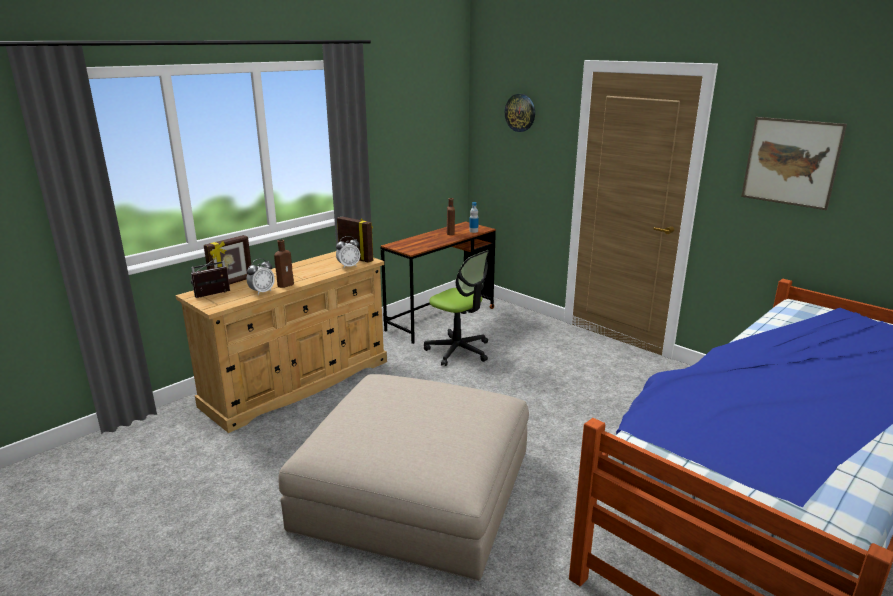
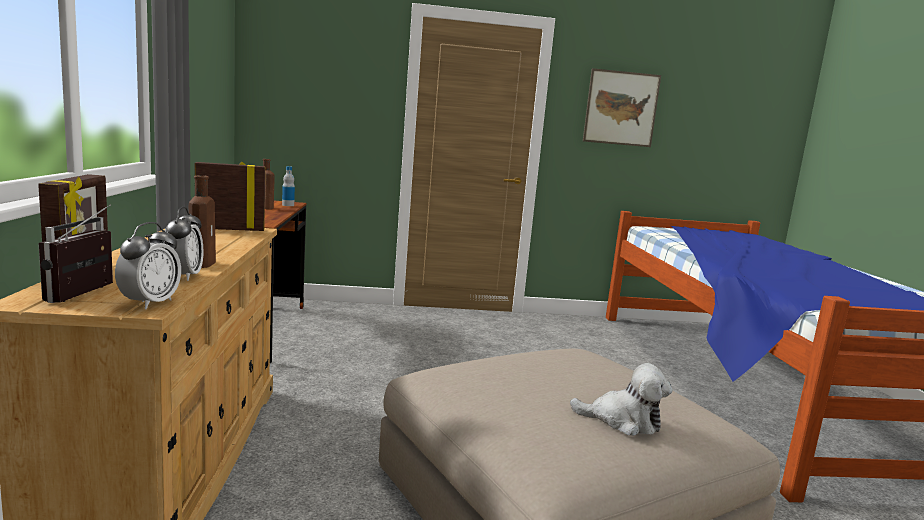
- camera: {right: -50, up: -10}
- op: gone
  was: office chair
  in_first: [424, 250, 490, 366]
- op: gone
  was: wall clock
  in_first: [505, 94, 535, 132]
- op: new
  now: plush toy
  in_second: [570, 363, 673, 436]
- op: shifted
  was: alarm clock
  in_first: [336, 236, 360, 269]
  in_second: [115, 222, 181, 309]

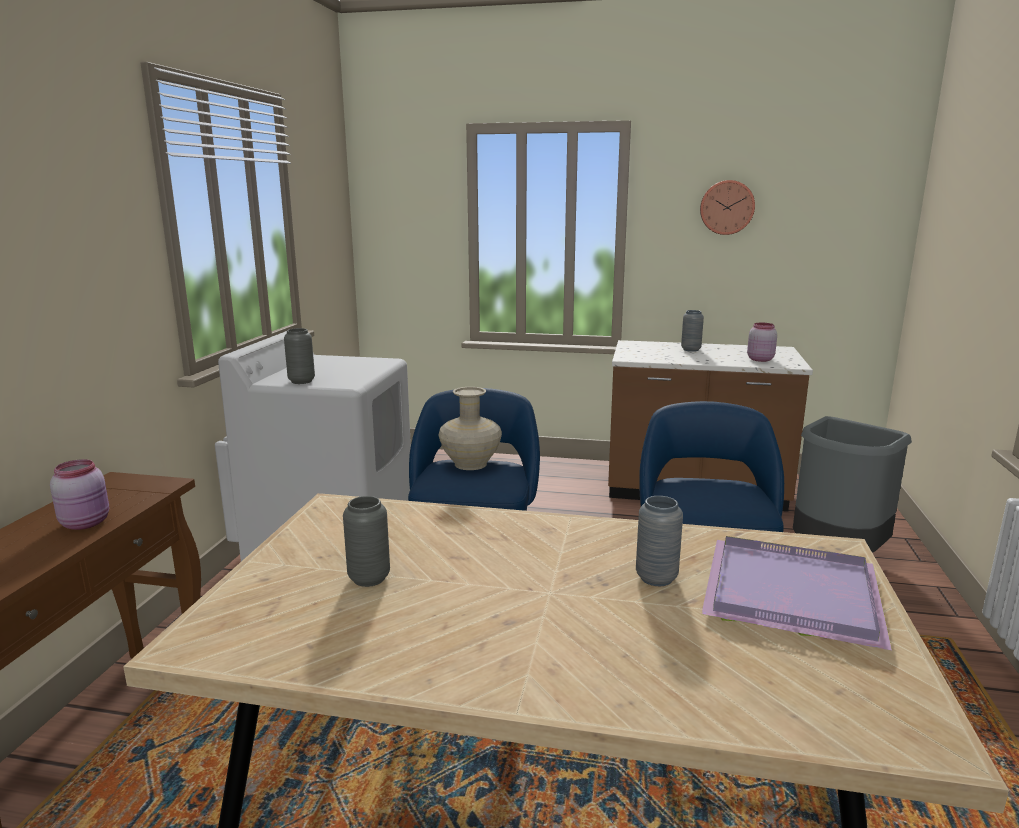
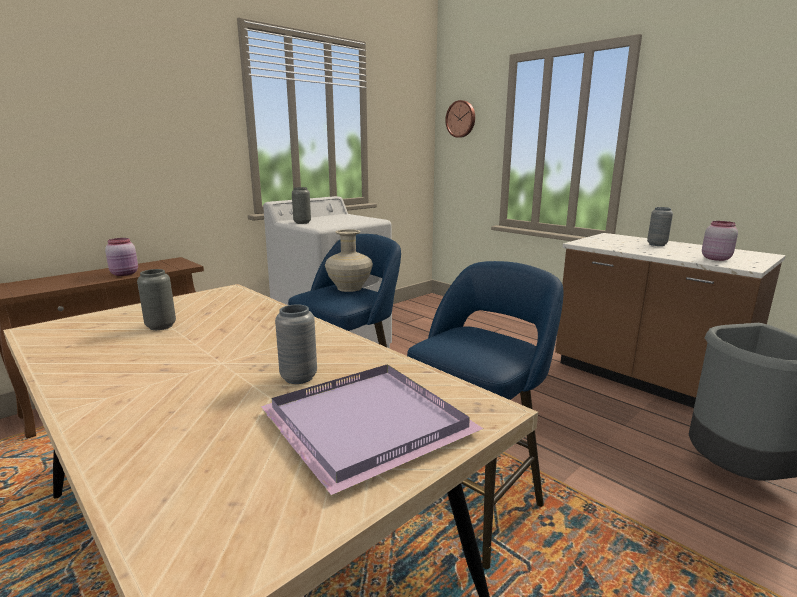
- camera: {right: 35, up: 0}
- op: shifted
  was: wall clock
  in_first: [700, 180, 755, 235]
  in_second: [445, 100, 475, 138]

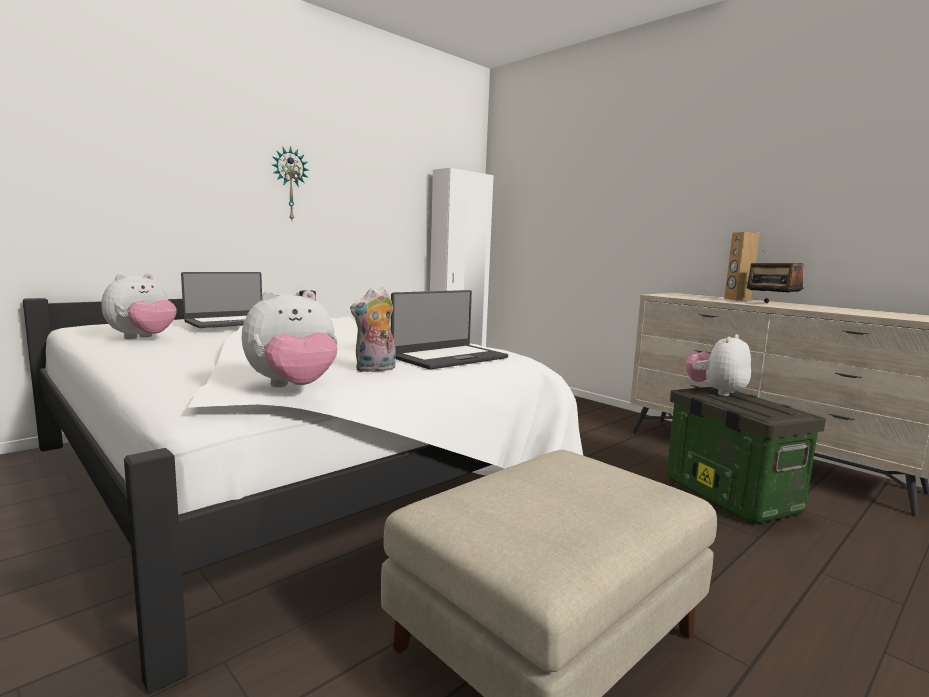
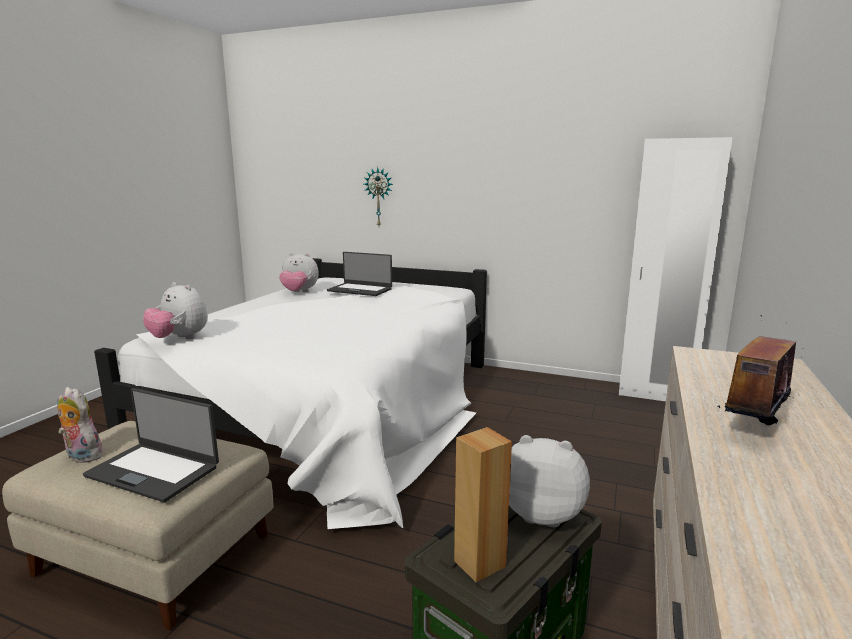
- camera: {right: 65, up: 5}
- op: shifted
  was: wall clock
  in_first: [272, 146, 309, 220]
  in_second: [364, 167, 393, 226]
- op: shifted
  was: plush toy
  in_first: [350, 287, 396, 372]
  in_second: [57, 387, 103, 463]
- op: shifted
  was: laptop
  in_first: [391, 290, 508, 370]
  in_second: [83, 388, 219, 502]
- op: shifted
  was: speaker/brown
  in_first: [724, 232, 760, 301]
  in_second: [454, 427, 512, 582]

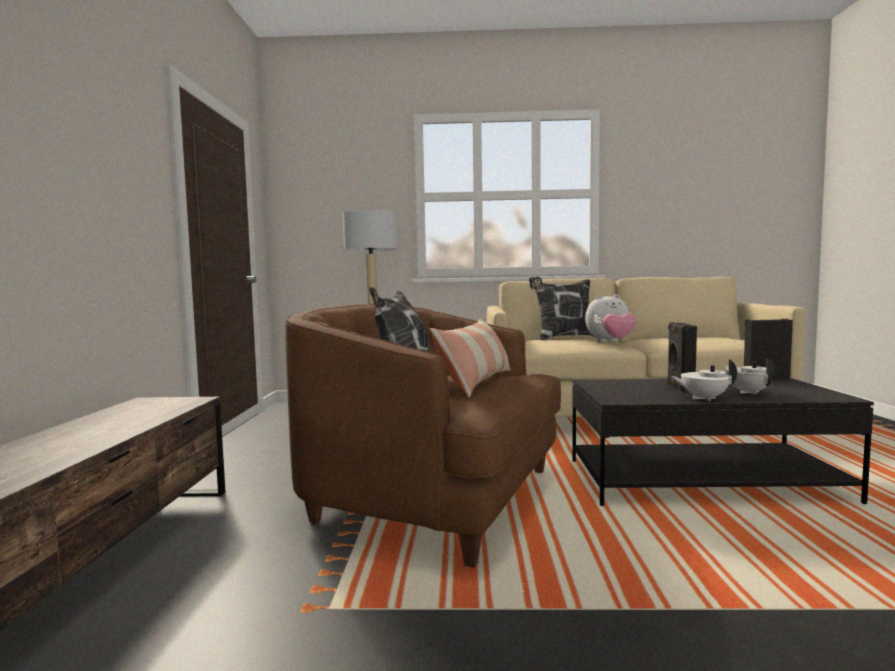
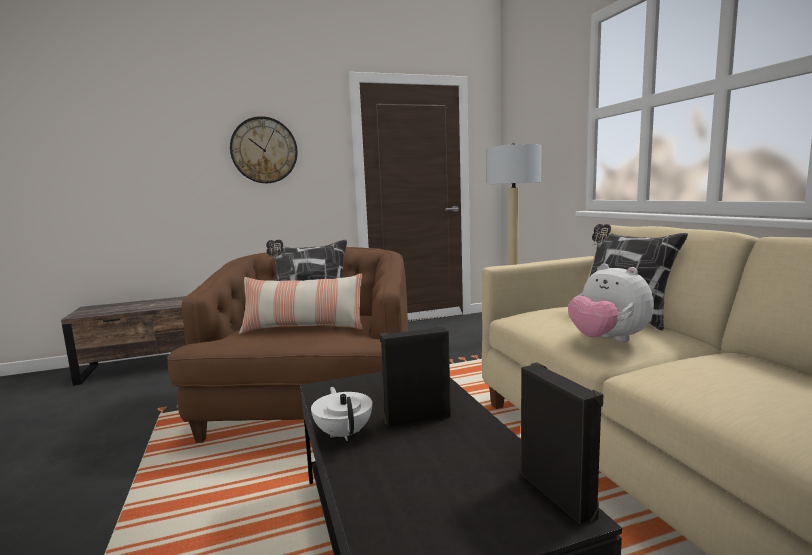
- camera: {right: 70, up: 5}
- op: gone
  was: teapot/white
  in_first: [725, 358, 774, 395]
- op: new
  now: wall clock
  in_second: [230, 116, 298, 183]

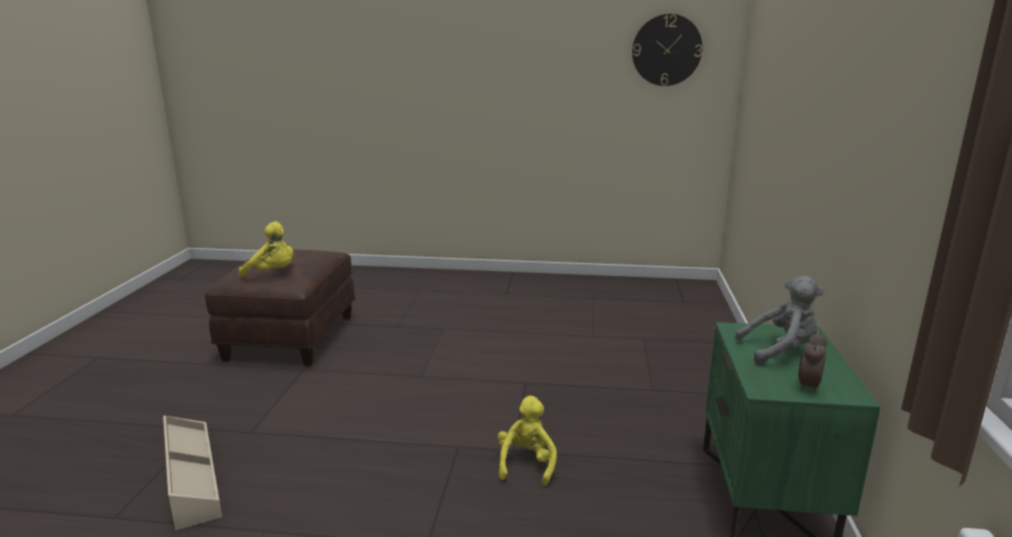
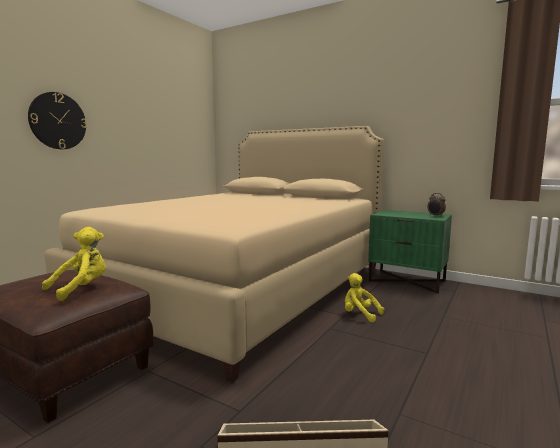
- camera: {right: -65, up: -10}
- op: gone
  was: plush toy/grey
  in_first: [735, 276, 824, 365]
- op: new
  now: bed/beige
  in_second: [45, 126, 384, 382]
- op: shifted
  was: wall clock
  in_first: [632, 14, 703, 86]
  in_second: [28, 92, 87, 149]

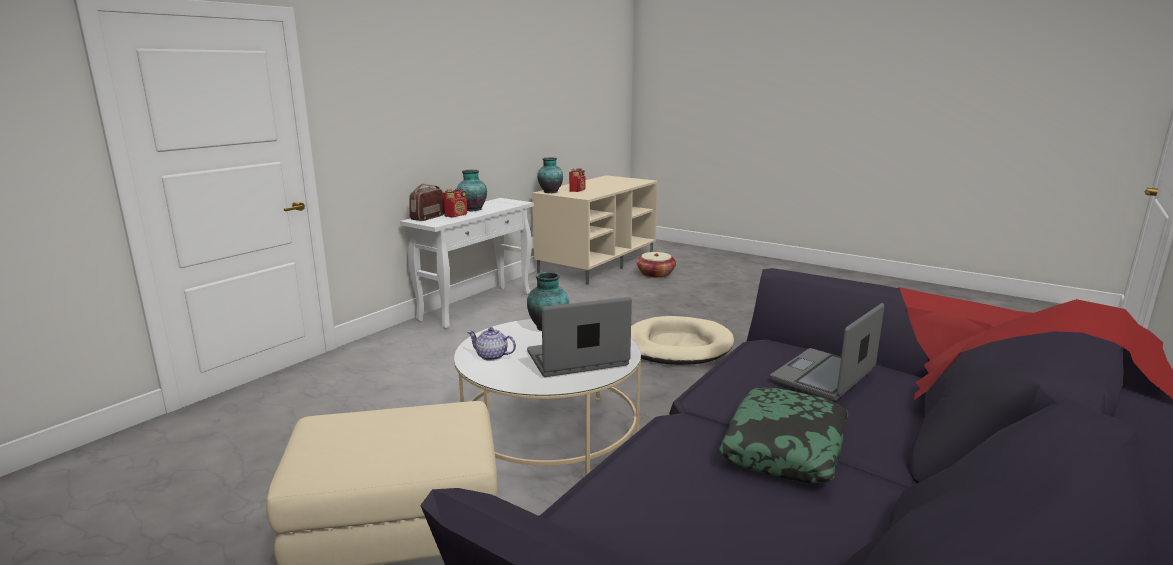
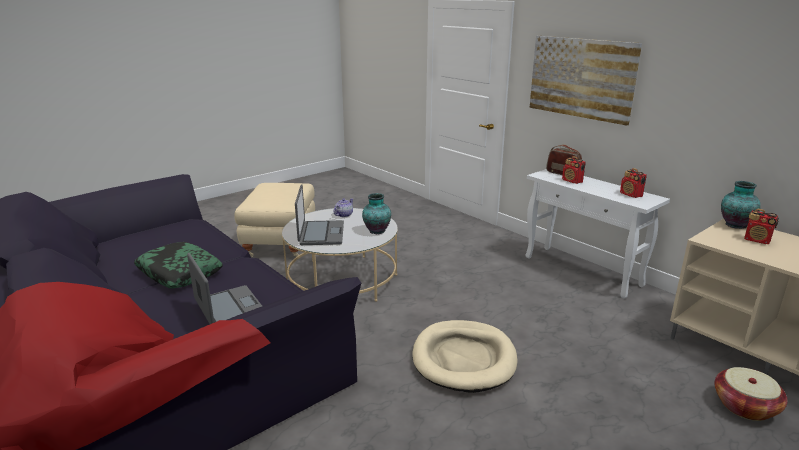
- camera: {right: 105, up: 5}
- op: gone
  was: vase
  in_first: [457, 170, 487, 211]
- op: new
  now: picture
  in_second: [530, 36, 642, 126]
- op: new
  now: radio
  in_second: [620, 168, 647, 198]

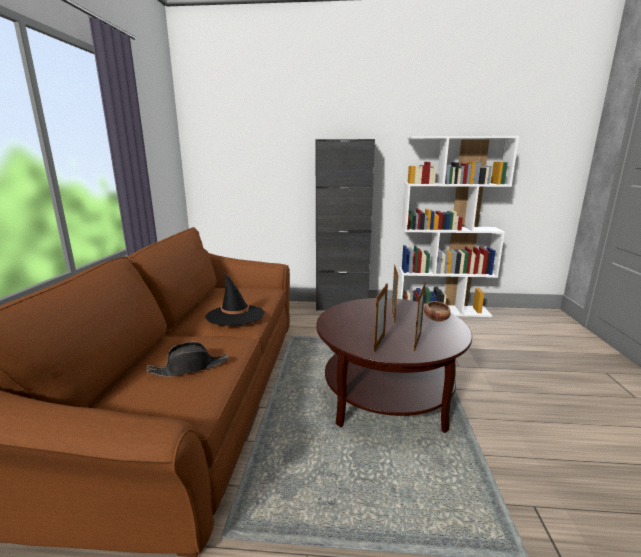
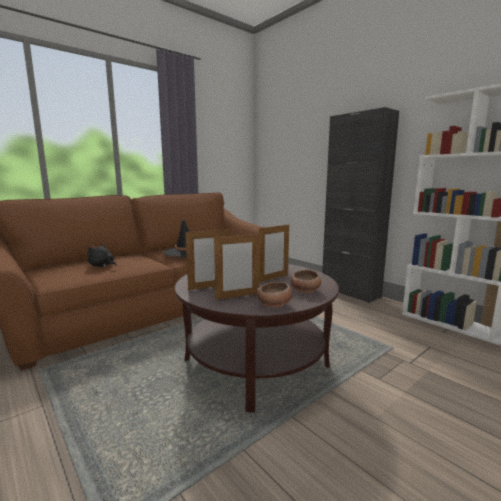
- camera: {right: 45, up: -5}
- op: new
  now: bowl
  in_second: [257, 282, 293, 308]
- op: swapped
  was: hat/black
  now: plush toy/black
  in_first: [147, 342, 229, 377]
  in_second: [88, 244, 117, 267]

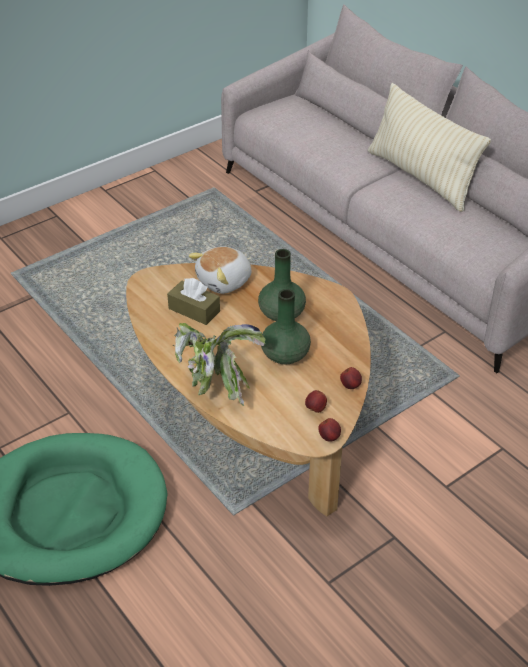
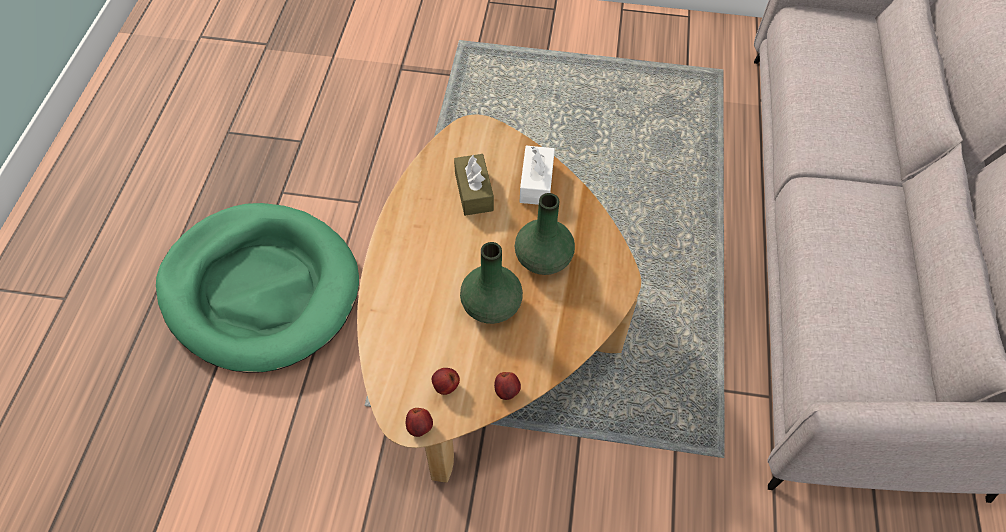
- camera: {right: 45, up: 15}
- op: gone
  was: potted plant
  in_first: [173, 323, 266, 406]
- op: gone
  was: pillow/beige
  in_first: [368, 83, 491, 212]
- op: swapped
  was: plush toy
  now: tissue box/white
  in_first: [188, 247, 251, 294]
  in_second: [520, 146, 555, 205]

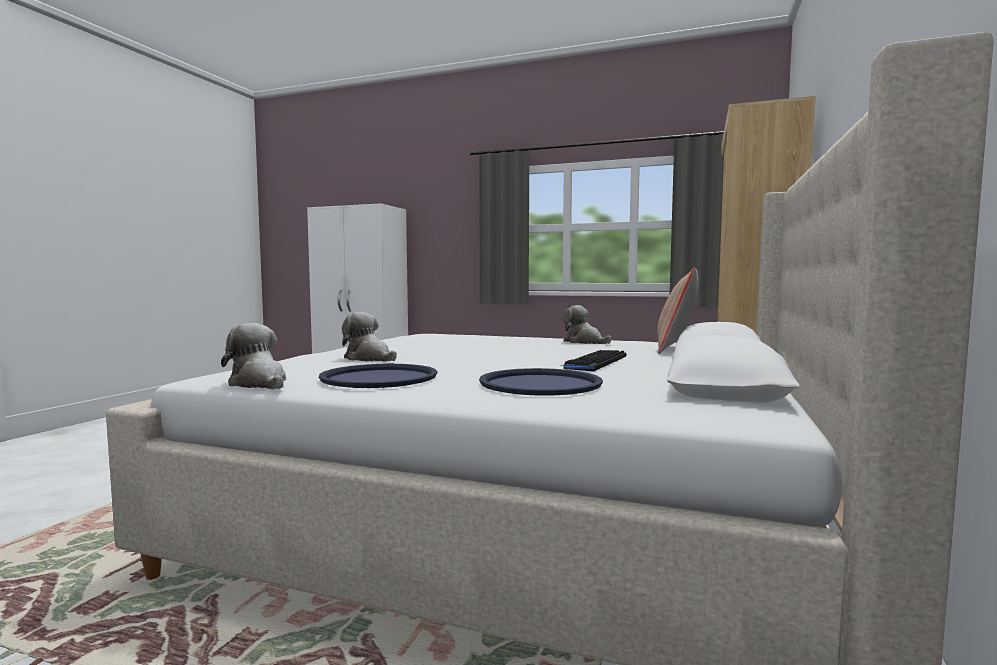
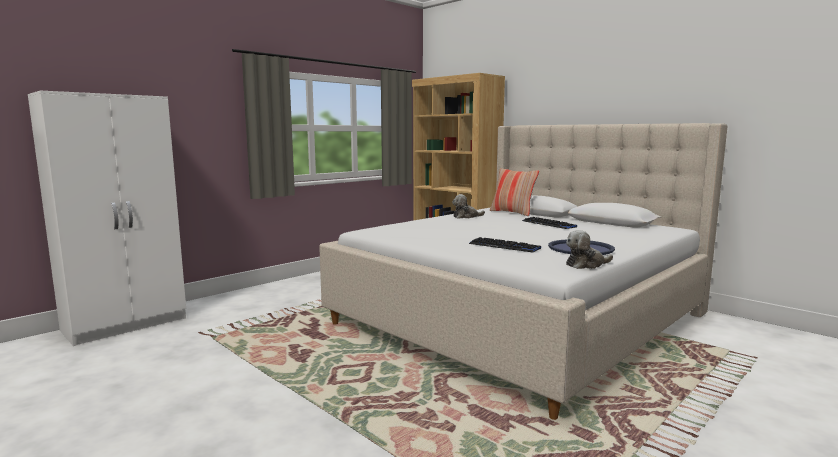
- camera: {right: -65, up: 5}
- op: gone
  was: tray/blue
  in_first: [479, 368, 603, 396]
- op: swapped
  was: plush toy
  now: keyboard
  in_first: [342, 312, 397, 362]
  in_second: [469, 237, 541, 252]

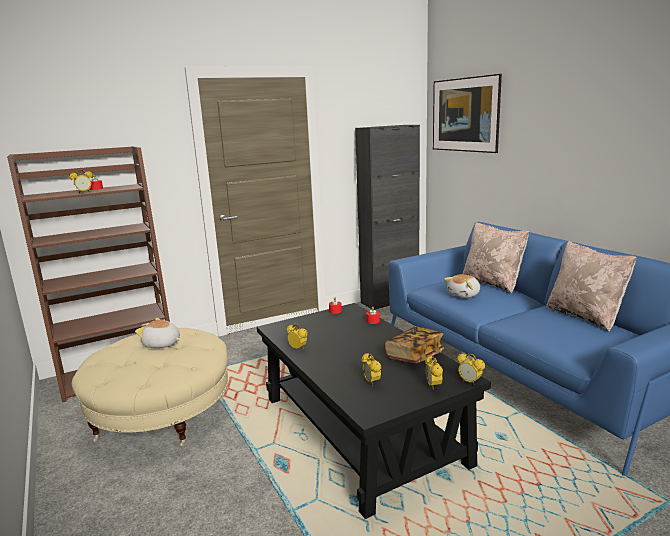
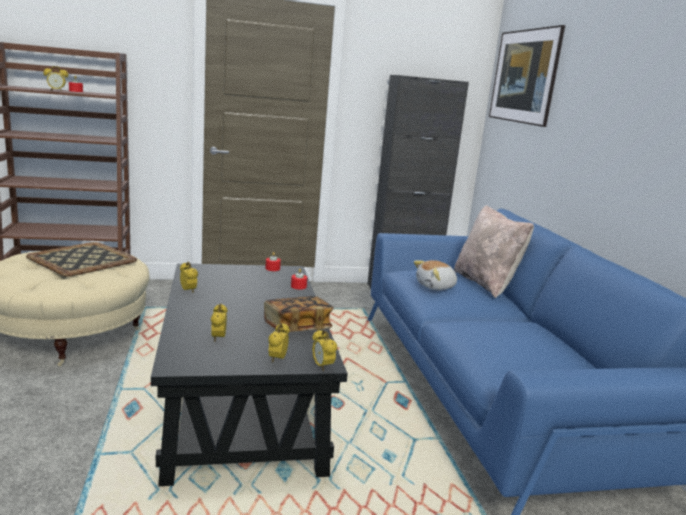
- camera: {right: 15, up: 0}
- op: gone
  was: pillow/beige
  in_first: [546, 241, 637, 332]
- op: swapped
  was: plush toy
  now: tray
  in_first: [135, 318, 180, 348]
  in_second: [26, 242, 137, 277]

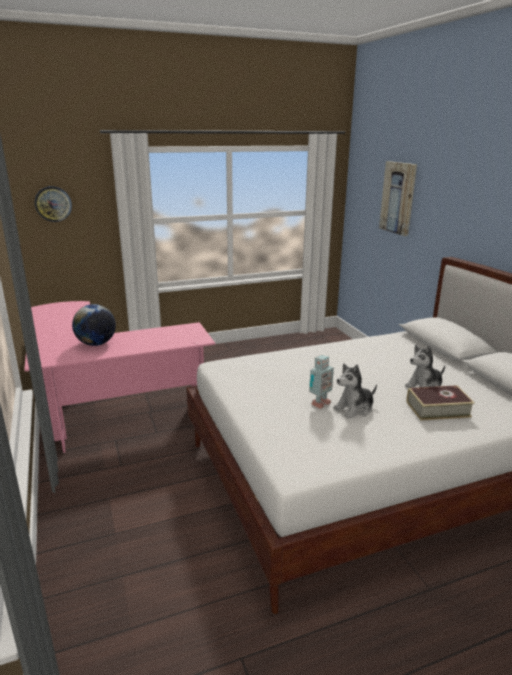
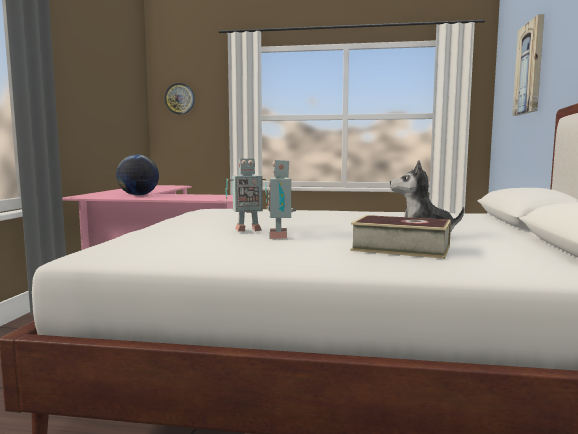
- camera: {right: 30, up: -15}
- op: swapped
  was: plush toy
  now: toy robot
  in_first: [334, 363, 377, 419]
  in_second: [266, 160, 296, 239]

